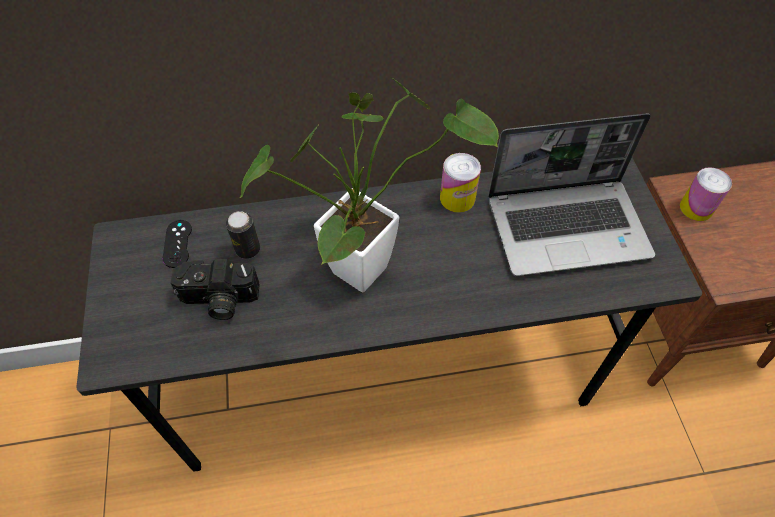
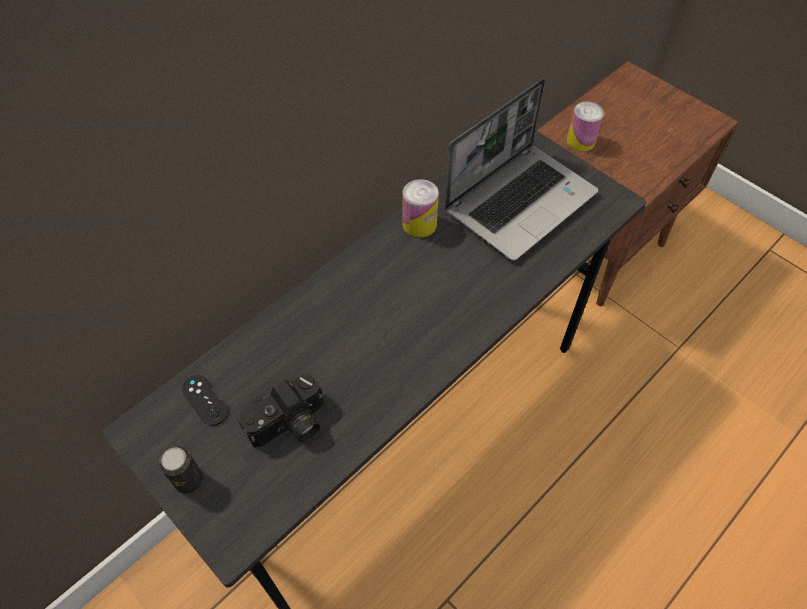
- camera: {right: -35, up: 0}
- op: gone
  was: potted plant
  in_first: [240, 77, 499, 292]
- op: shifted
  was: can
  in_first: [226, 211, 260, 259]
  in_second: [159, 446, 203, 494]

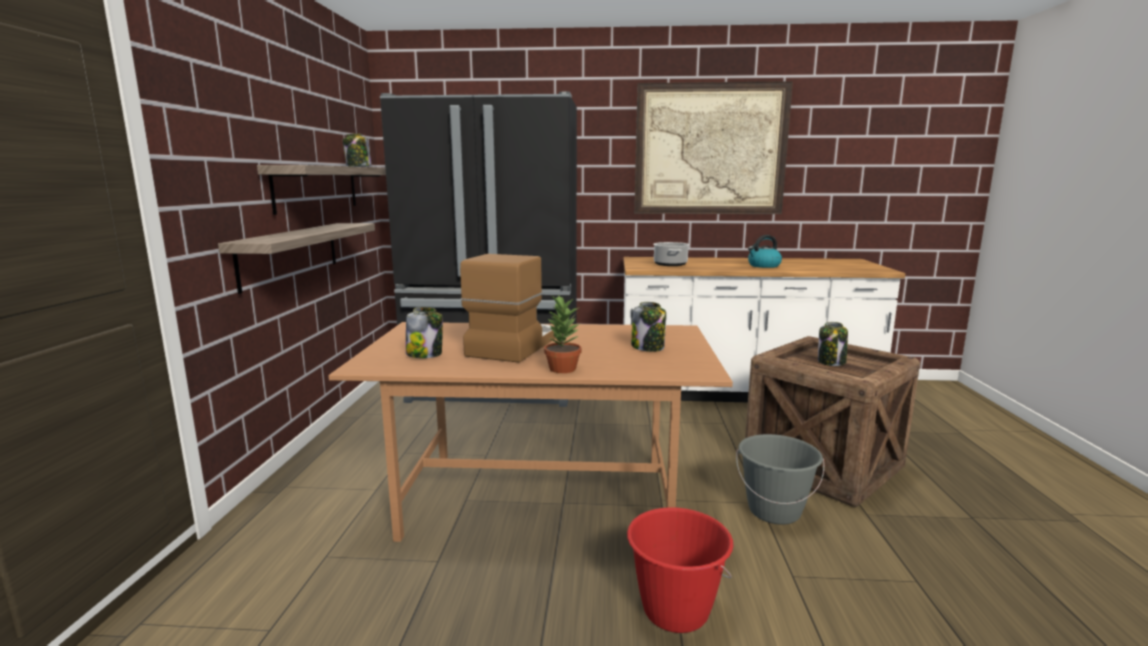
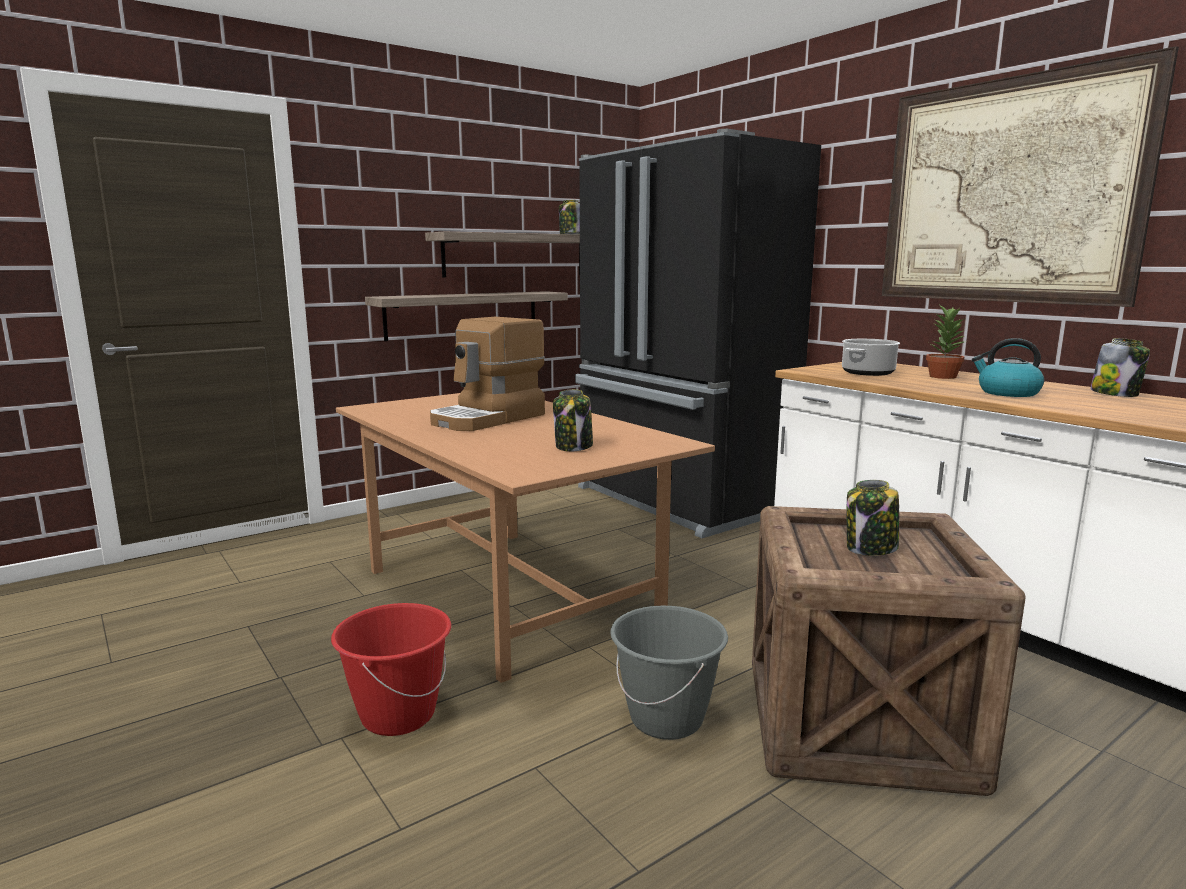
- camera: {right: 50, up: 0}
- op: shifted
  was: jar
  in_first: [406, 307, 443, 358]
  in_second: [1090, 338, 1150, 397]
- op: shifted
  was: potted plant
  in_first: [544, 296, 581, 373]
  in_second: [926, 304, 967, 379]
- op: rotated
  was: coffee machine
  in_first: [460, 254, 556, 363]
  in_second: [430, 317, 545, 431]
  clockwise: 150

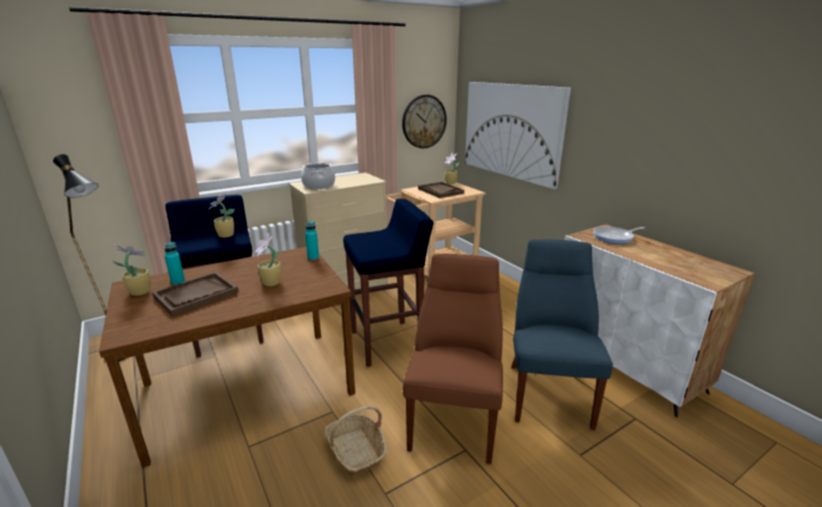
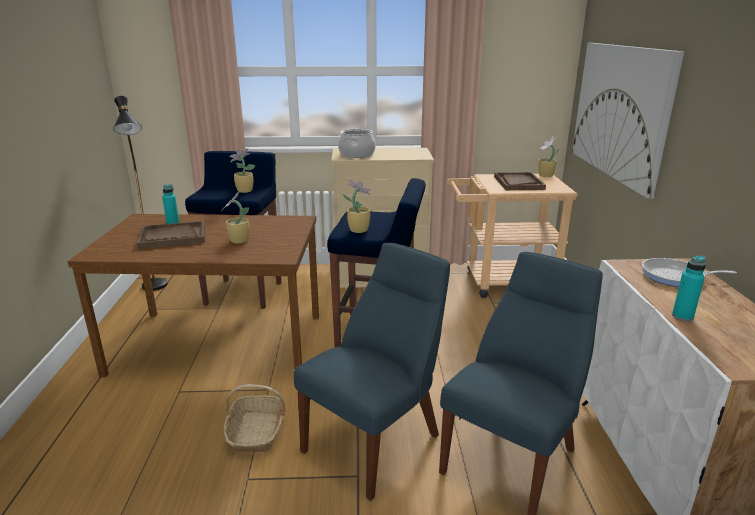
- camera: {right: 30, up: 0}
- op: gone
  was: wall clock
  in_first: [402, 95, 447, 148]
- op: shifted
  was: potted plant
  in_first: [112, 245, 151, 296]
  in_second: [342, 178, 371, 233]
- op: shifted
  was: bottle/turquoise
  in_first: [305, 221, 319, 260]
  in_second: [672, 256, 706, 321]
- op: repainted
  was: chair/brown
  now: chair/blue
  in_first: [403, 254, 503, 464]
  in_second: [294, 243, 450, 501]

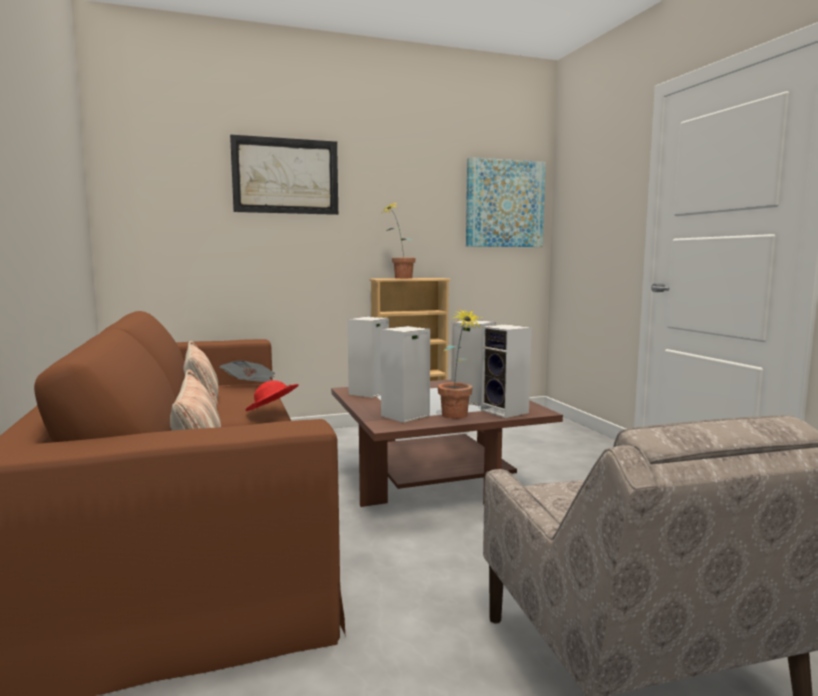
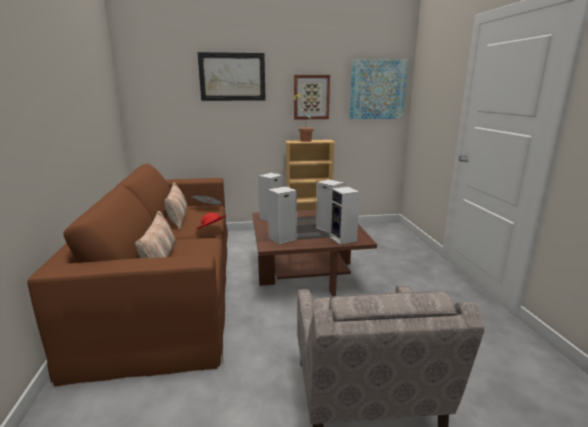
- camera: {right: 10, up: 10}
- op: gone
  was: potted plant
  in_first: [438, 309, 483, 419]
- op: new
  now: picture
  in_second: [294, 75, 330, 120]

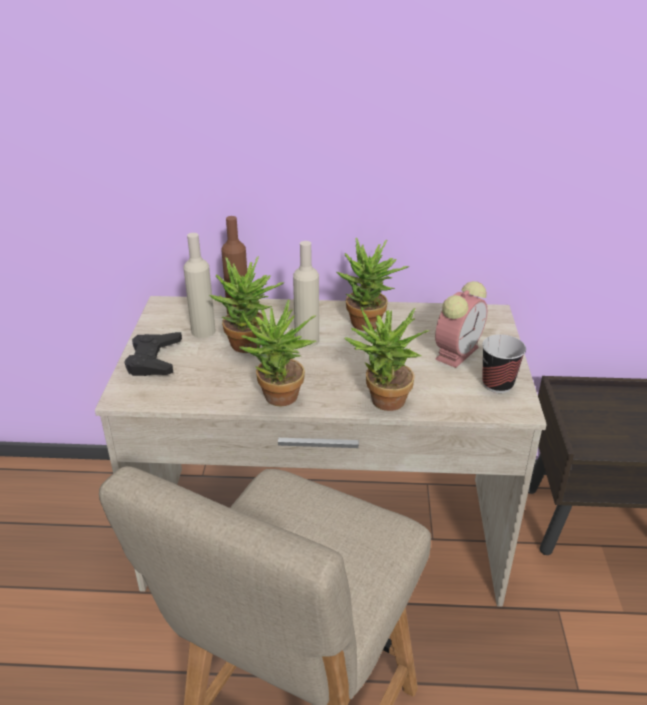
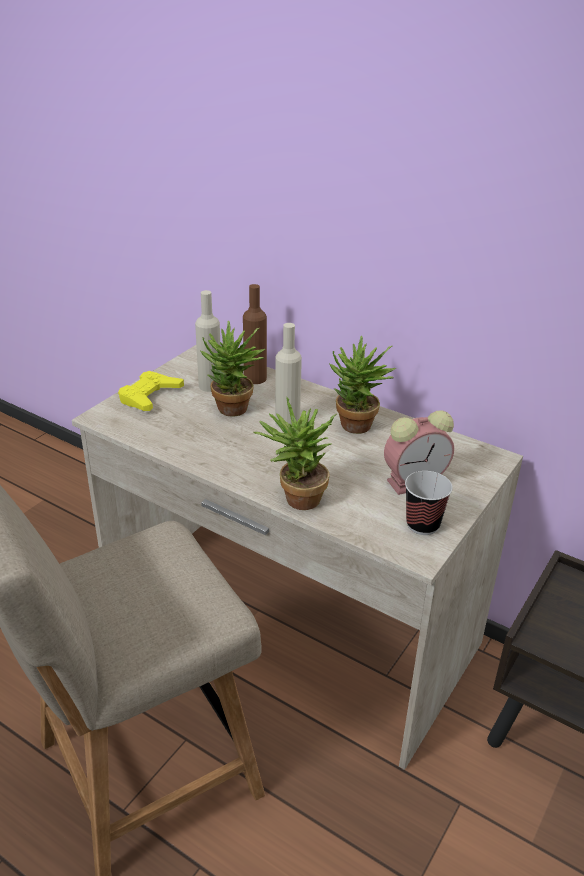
- camera: {right: 30, up: 0}
- op: gone
  was: potted plant
  in_first: [239, 300, 316, 406]
- op: repainted
  was: game controller/black
  now: game controller/yellow
  in_first: [124, 332, 182, 376]
  in_second: [118, 371, 184, 411]

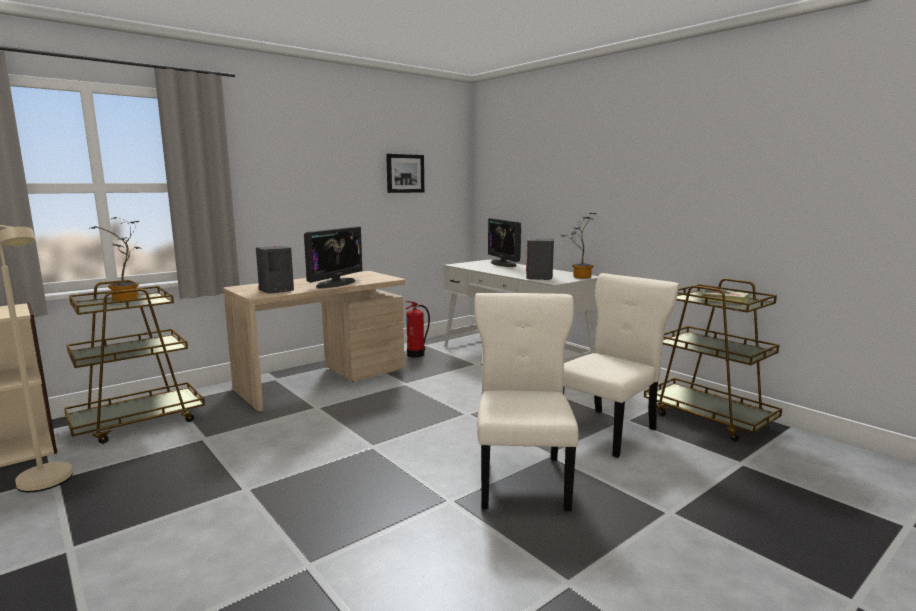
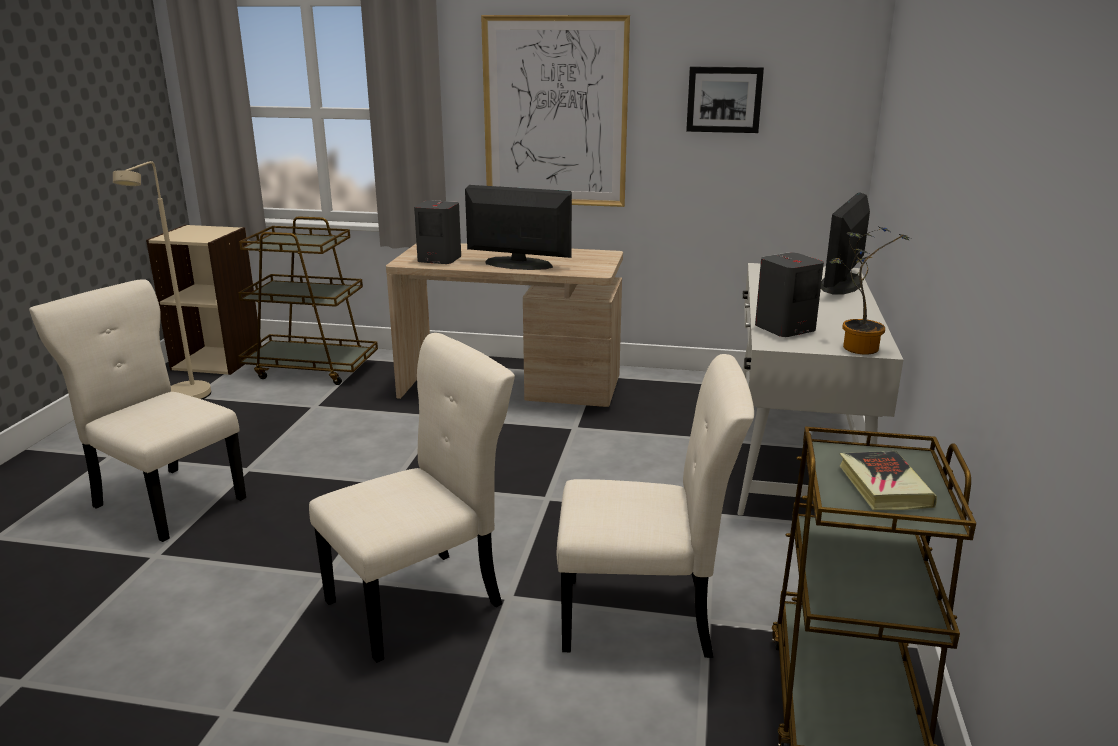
- camera: {right: 50, up: 10}
- op: gone
  was: potted plant
  in_first: [89, 217, 142, 301]
- op: gone
  was: fire extinguisher
  in_first: [405, 301, 430, 358]
- op: new
  now: chair/beige
  in_second: [29, 279, 246, 542]
- op: new
  now: picture
  in_second: [481, 15, 630, 207]
- op: rotated
  was: monitor
  in_first: [304, 226, 362, 288]
  in_second: [465, 185, 572, 270]
  clockwise: -150

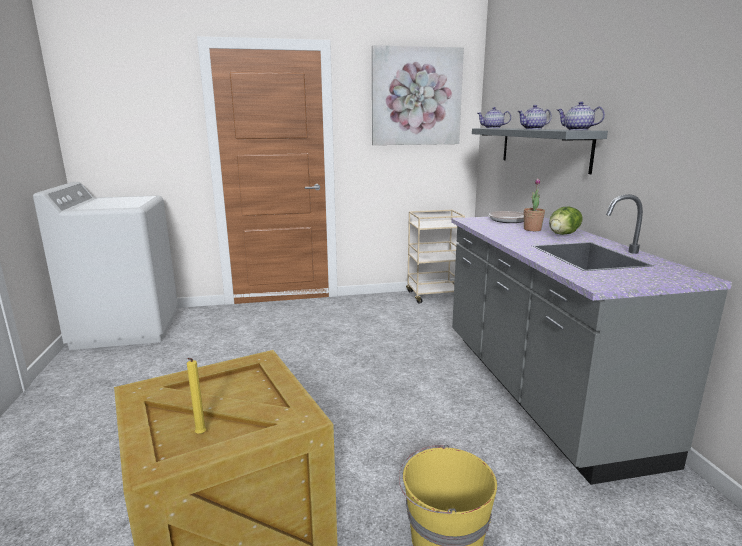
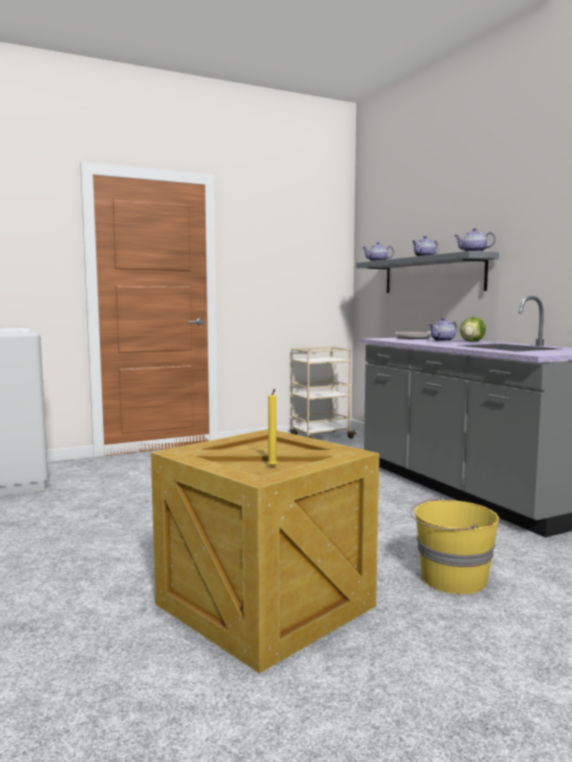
- camera: {right: -15, up: -10}
- op: gone
  was: picture
  in_first: [372, 45, 464, 145]
- op: swapped
  was: potted plant
  now: teapot
  in_first: [524, 179, 545, 231]
  in_second: [429, 318, 458, 341]

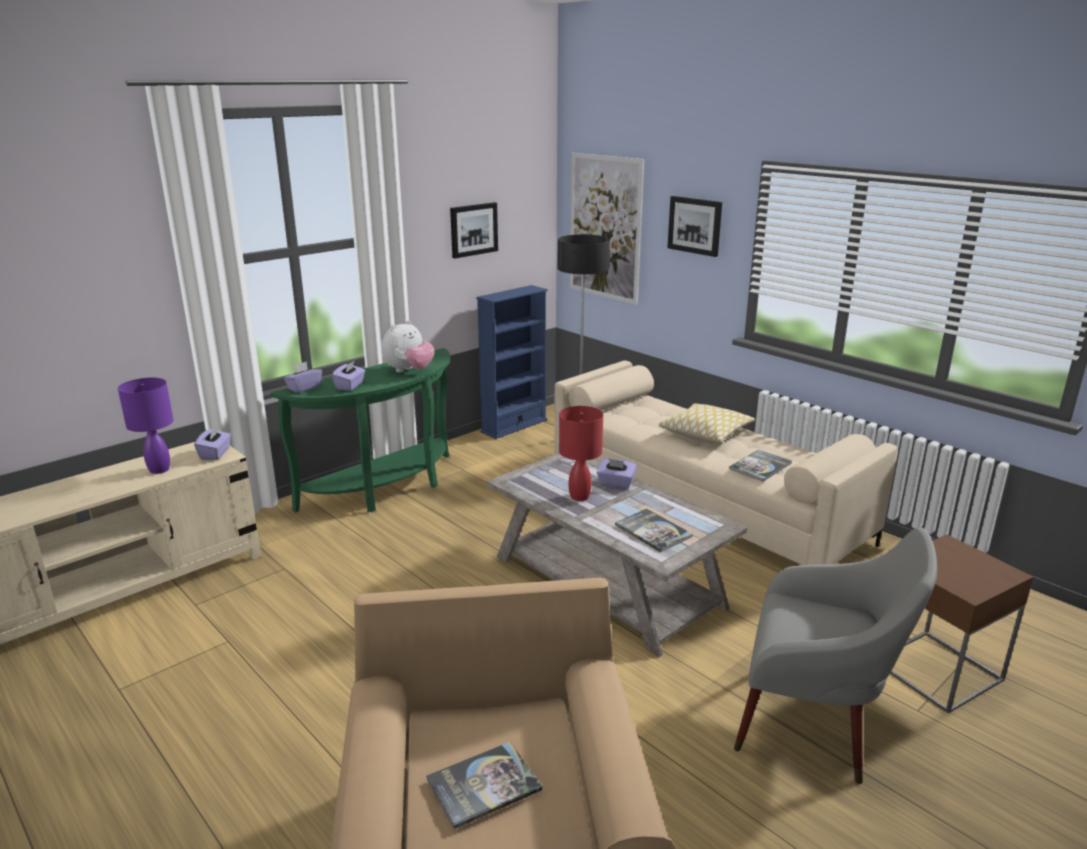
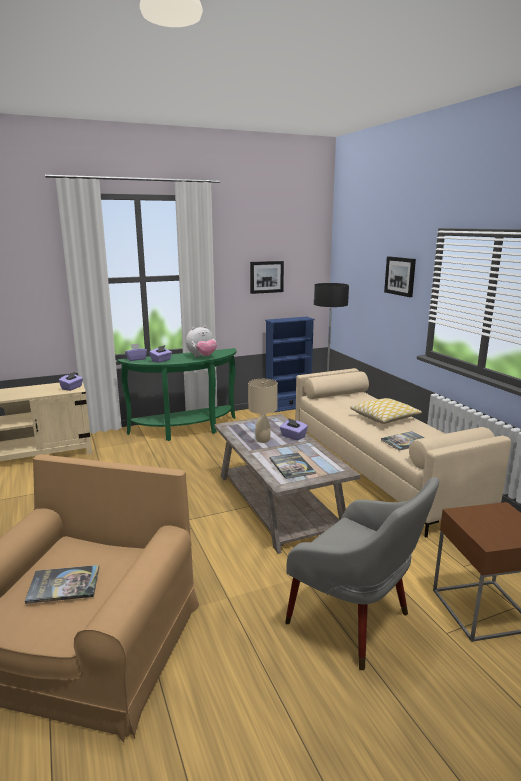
- camera: {right: 20, up: -5}
- op: gone
  was: table lamp/purple
  in_first: [118, 378, 174, 474]
- op: gone
  was: picture
  in_first: [570, 153, 644, 305]
- op: repainted
  was: table lamp/red
  now: table lamp/beige
  in_first: [559, 406, 603, 501]
  in_second: [248, 379, 278, 443]

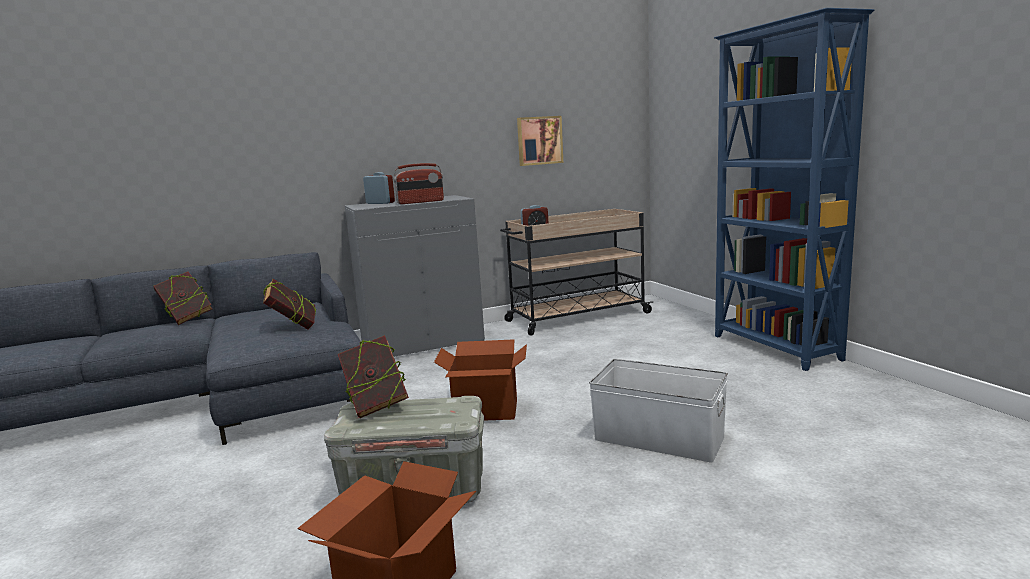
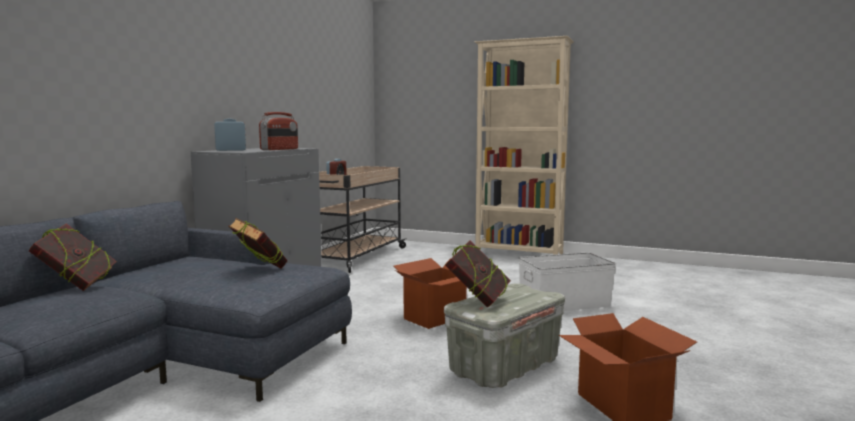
- camera: {right: -45, up: -5}
- op: gone
  was: picture
  in_first: [517, 116, 563, 166]
- op: repainted
  was: bookcase/blue
  now: bookcase/beige
  in_first: [714, 8, 874, 371]
  in_second: [474, 36, 574, 255]

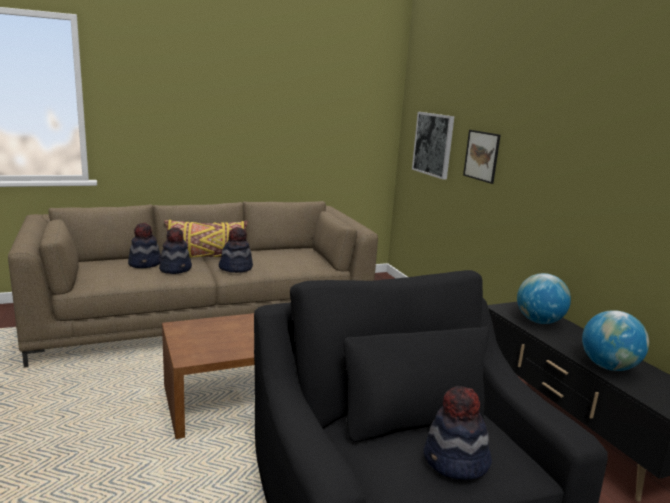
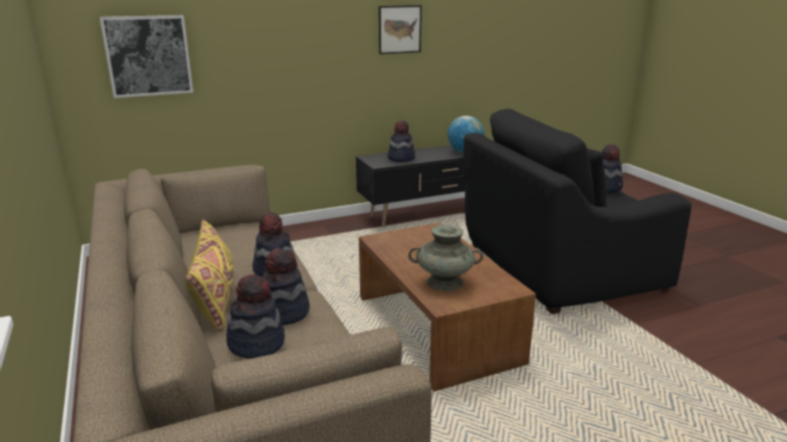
- camera: {right: -90, up: 5}
- op: new
  now: vase/turquoise
  in_second: [408, 224, 483, 291]
- op: shifted
  was: picture
  in_first: [463, 130, 501, 184]
  in_second: [379, 5, 422, 54]
- op: swapped
  was: globe
  now: hat
  in_first: [517, 273, 571, 324]
  in_second: [388, 120, 415, 162]

